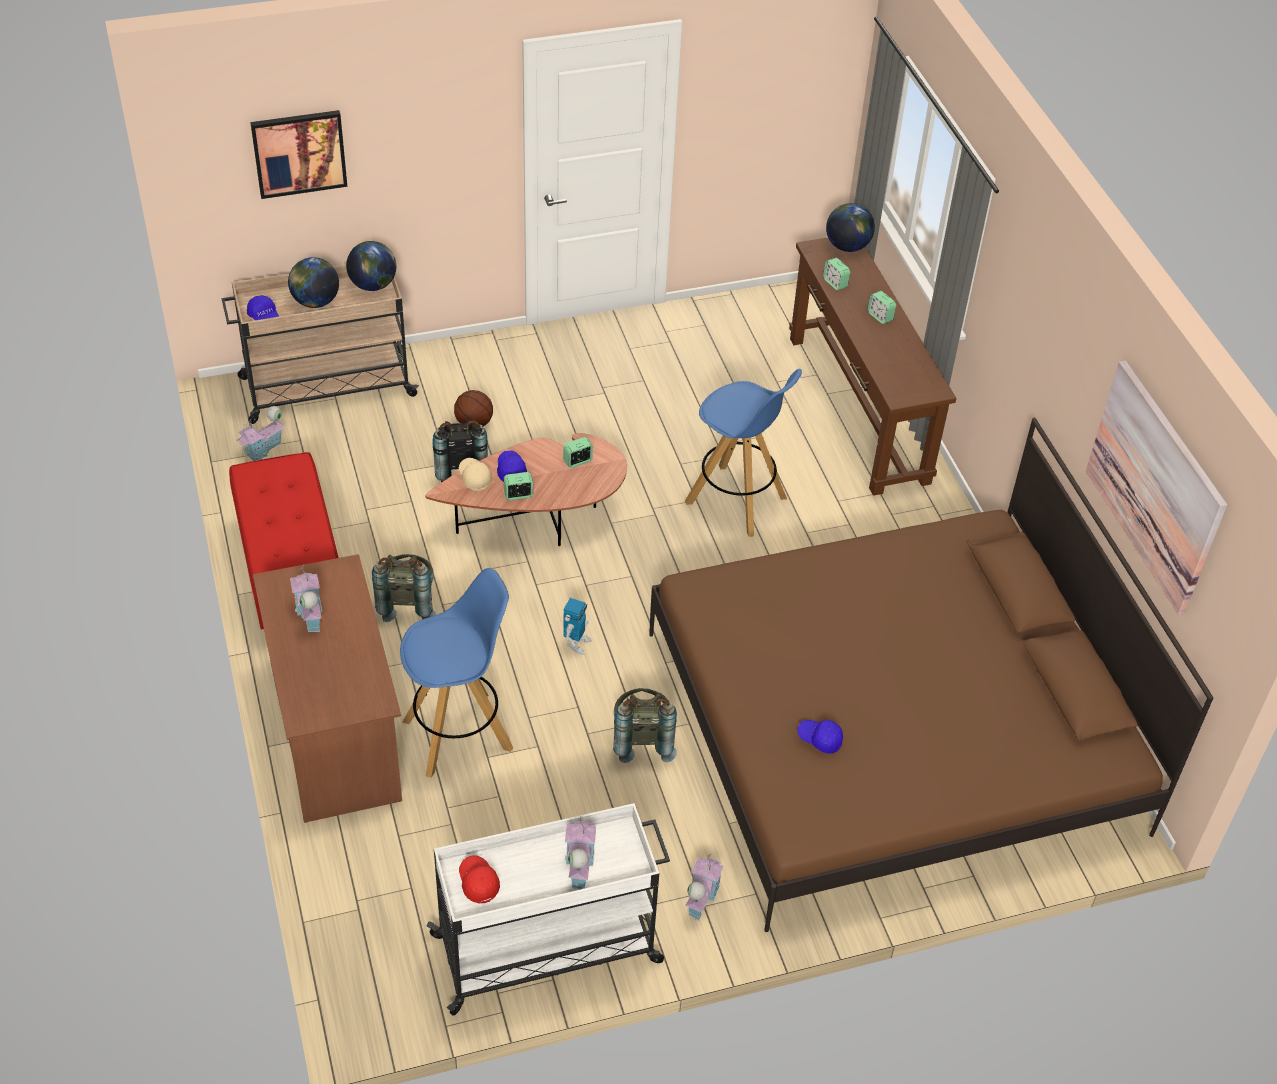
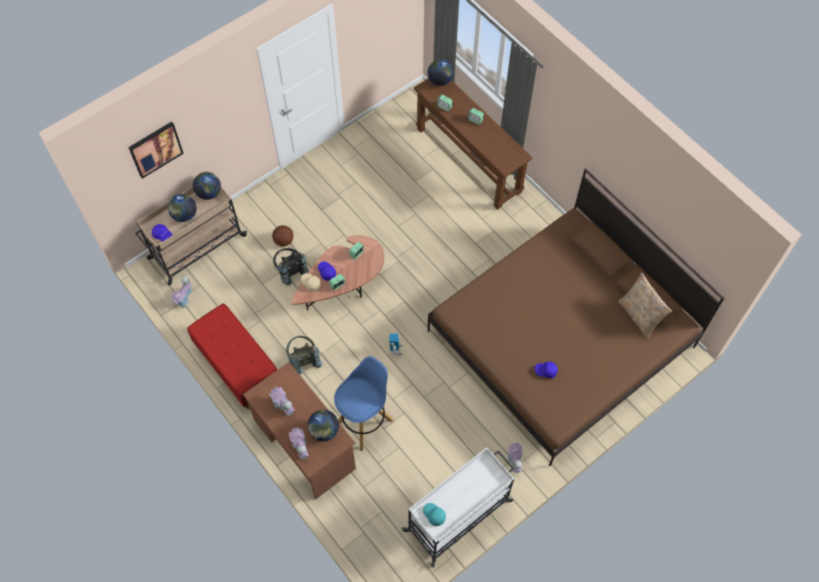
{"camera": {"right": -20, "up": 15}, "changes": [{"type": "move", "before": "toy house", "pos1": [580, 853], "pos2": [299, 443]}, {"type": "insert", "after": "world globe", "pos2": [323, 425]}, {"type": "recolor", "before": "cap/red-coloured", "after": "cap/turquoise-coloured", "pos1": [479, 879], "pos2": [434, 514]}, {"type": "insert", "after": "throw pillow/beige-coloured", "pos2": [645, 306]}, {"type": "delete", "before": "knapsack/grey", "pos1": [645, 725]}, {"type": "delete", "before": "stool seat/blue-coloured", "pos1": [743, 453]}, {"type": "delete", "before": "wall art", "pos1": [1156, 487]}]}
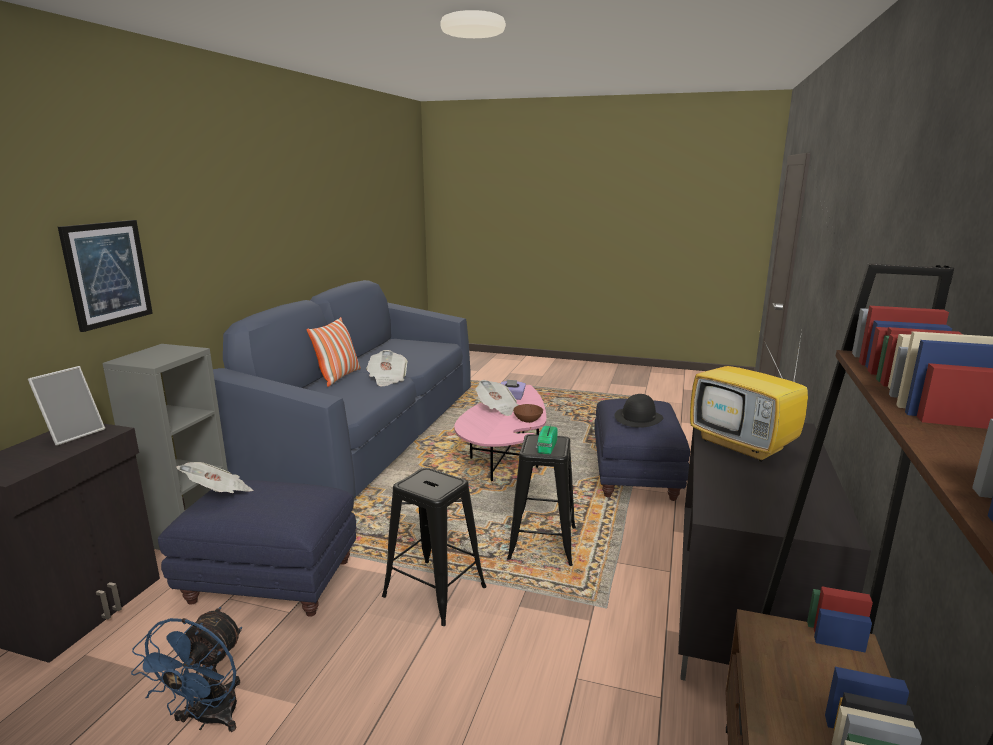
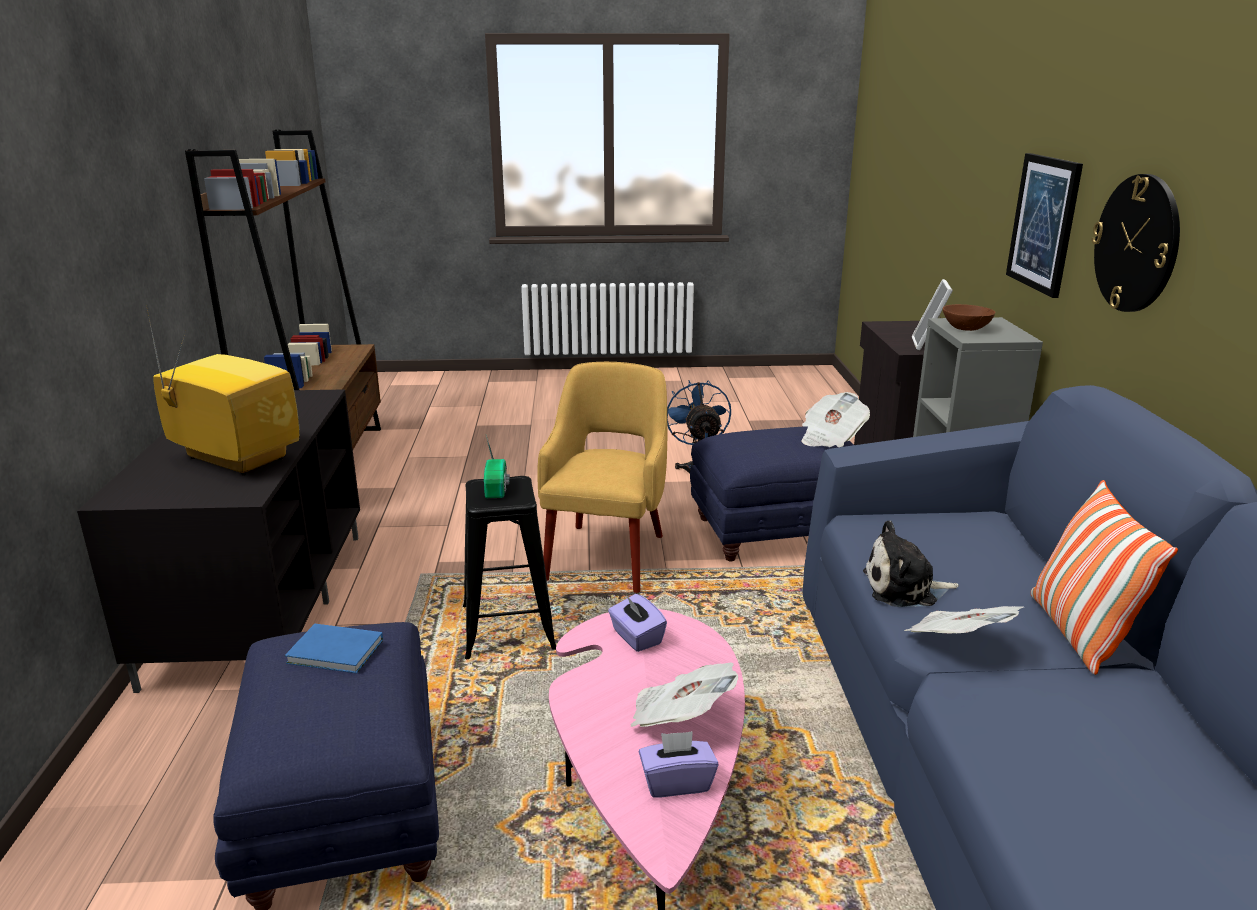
{"camera": {"right": 160, "up": 5}, "changes": [{"type": "replace", "before": "wearable hat/black-coloured", "after": "volume/blue-coloured", "pos1": [639, 411], "pos2": [334, 648]}, {"type": "replace", "before": "stool seat/black-coloured", "after": "armchair/yellowish", "pos1": [434, 547], "pos2": [602, 477]}, {"type": "insert", "after": "box of tissues/purple-coloured", "pos2": [637, 623]}, {"type": "insert", "after": "cuddly toy", "pos2": [911, 563]}, {"type": "move", "before": "bowl/brownish", "pos1": [528, 413], "pos2": [969, 317]}, {"type": "insert", "after": "clock on the wall", "pos2": [1136, 243]}]}
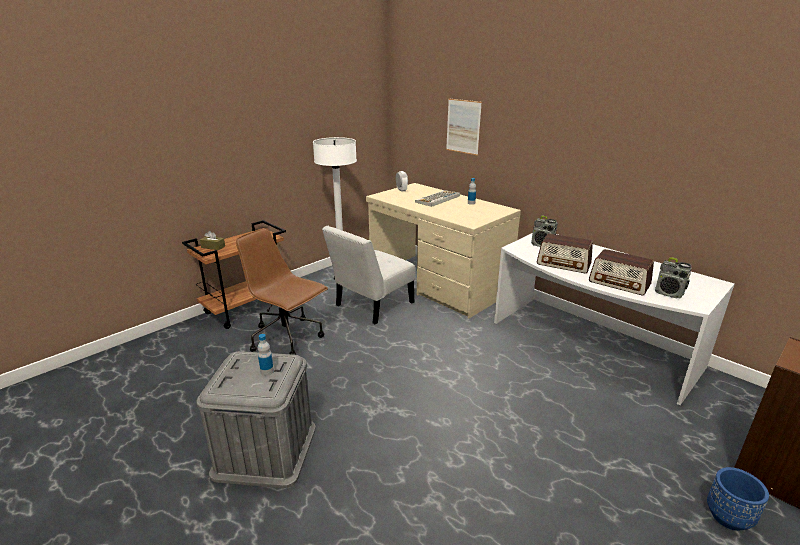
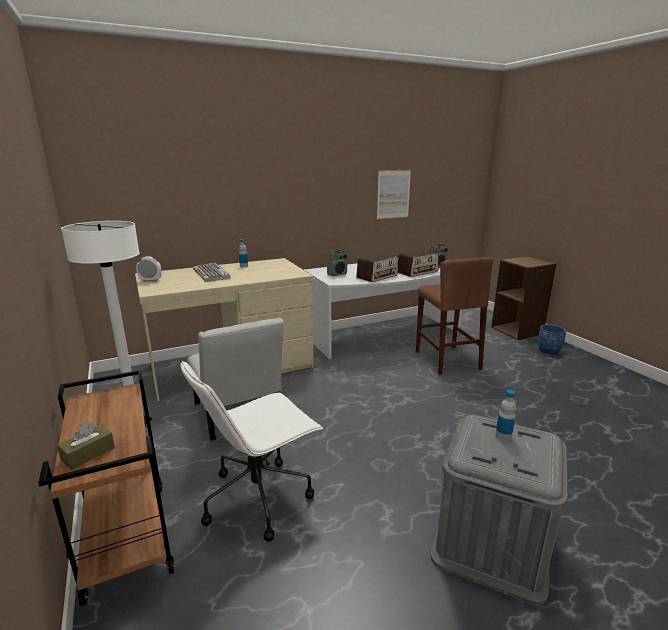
{"camera": {"right": -70, "up": -5}, "changes": [{"type": "recolor", "before": "computer chair/brownish", "after": "computer chair/white-coloured", "pos1": [282, 291], "pos2": [251, 451]}, {"type": "move", "before": "wall art", "pos1": [464, 127], "pos2": [394, 195]}, {"type": "insert", "after": "stool seat/brownish", "pos2": [454, 316]}]}
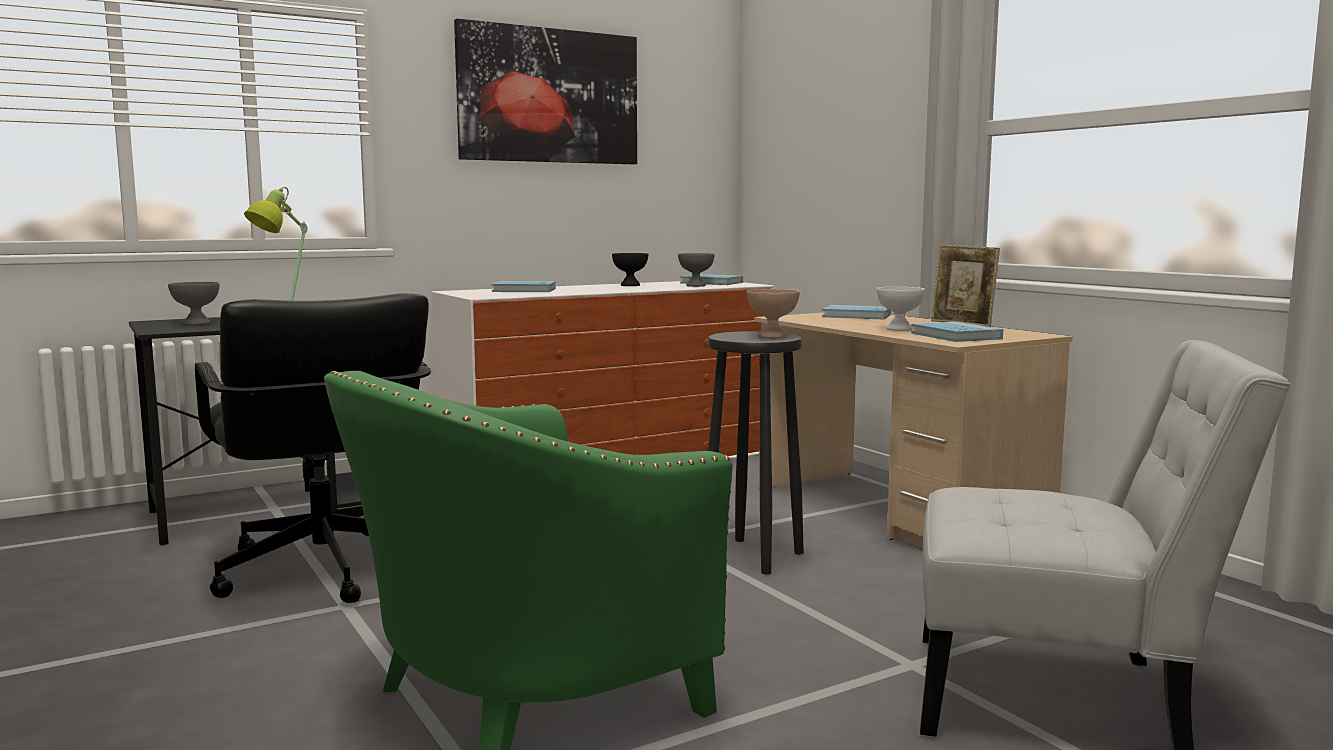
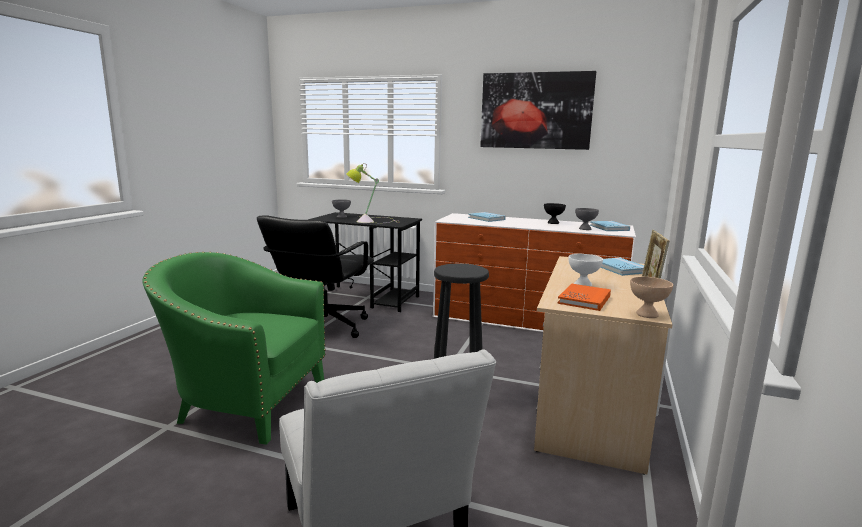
{"camera": {"right": 50, "up": 5}, "changes": [{"type": "recolor", "before": "volume/blue-coloured", "after": "volume/orange-coloured", "pos1": [957, 332], "pos2": [584, 297]}, {"type": "move", "before": "bowl/beige-coloured", "pos1": [773, 313], "pos2": [651, 297]}]}
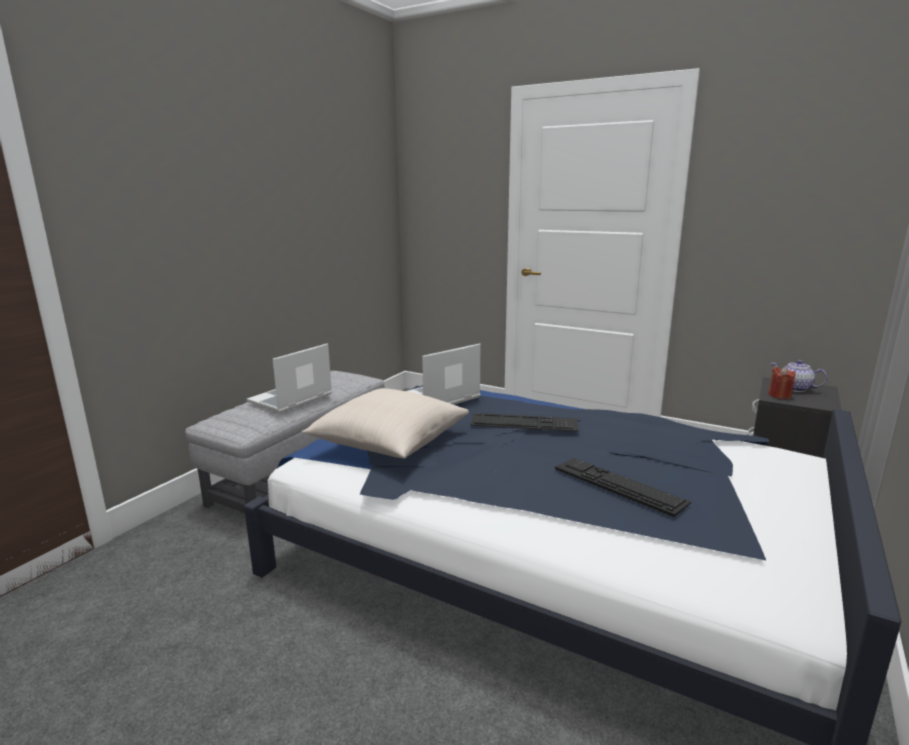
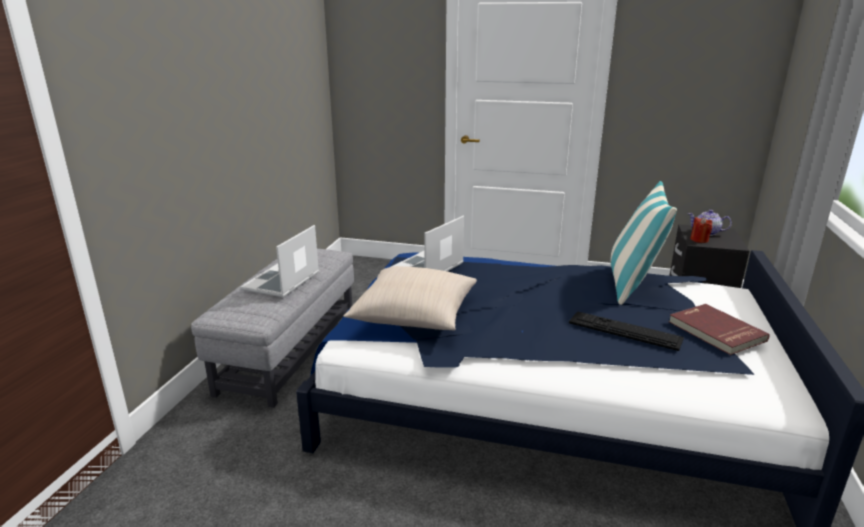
{"camera": {"right": -15, "up": 5}, "changes": [{"type": "insert", "after": "throw pillow", "pos2": [643, 243]}, {"type": "insert", "after": "volume/red-coloured", "pos2": [719, 329]}, {"type": "delete", "before": "computer keyboard", "pos1": [525, 422]}]}
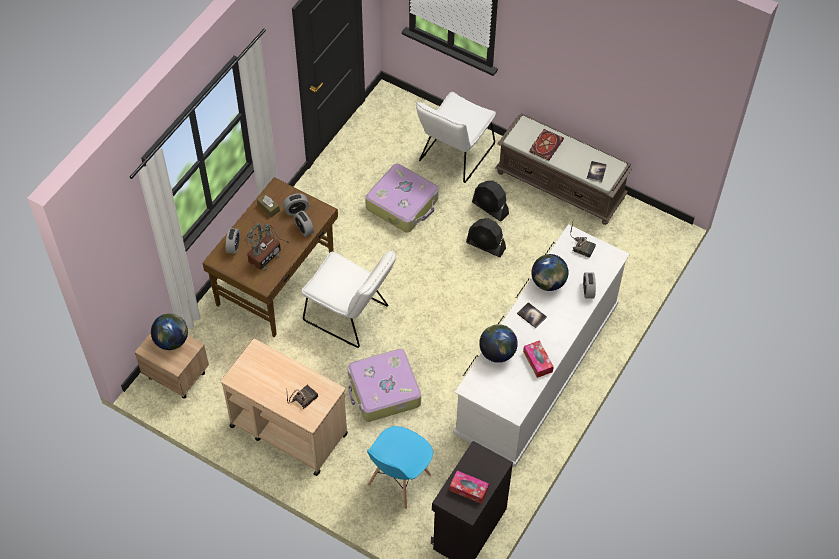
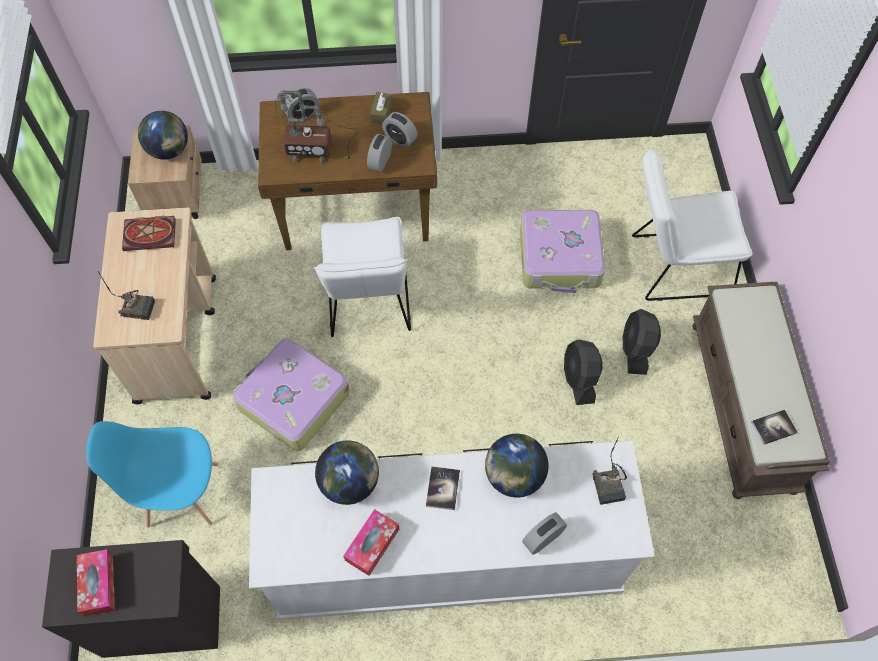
{"camera": {"right": 55, "up": 5}, "changes": [{"type": "move", "before": "volume", "pos1": [547, 144], "pos2": [149, 233]}]}
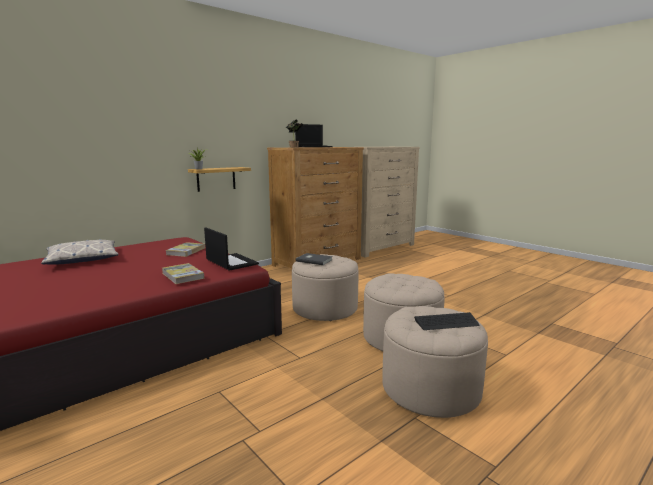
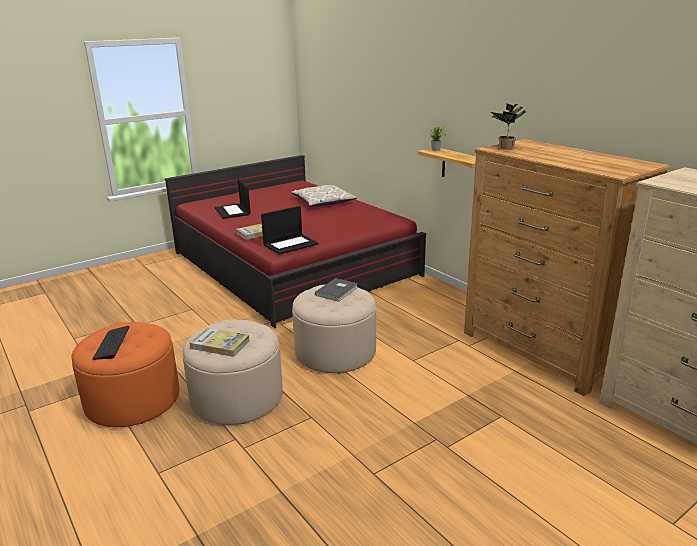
{"camera": {"right": 95, "up": 10}, "changes": [{"type": "recolor", "before": "footrest/beige-coloured", "after": "footrest/orange-coloured", "pos1": [435, 362], "pos2": [125, 374]}, {"type": "move", "before": "volume", "pos1": [185, 249], "pos2": [219, 342]}, {"type": "move", "before": "laptop", "pos1": [314, 135], "pos2": [233, 199]}]}
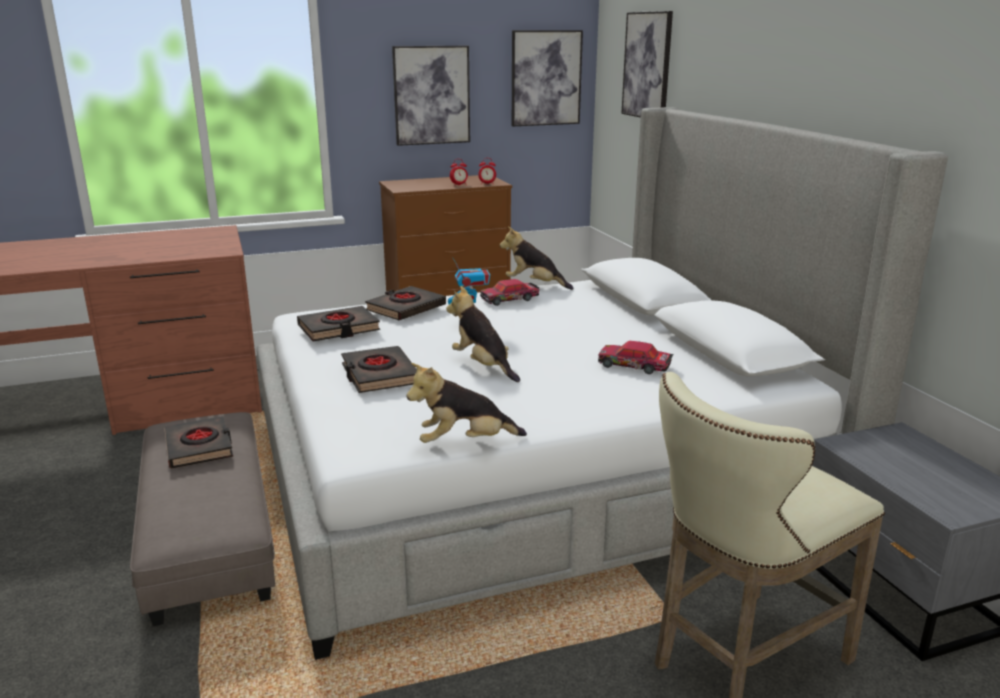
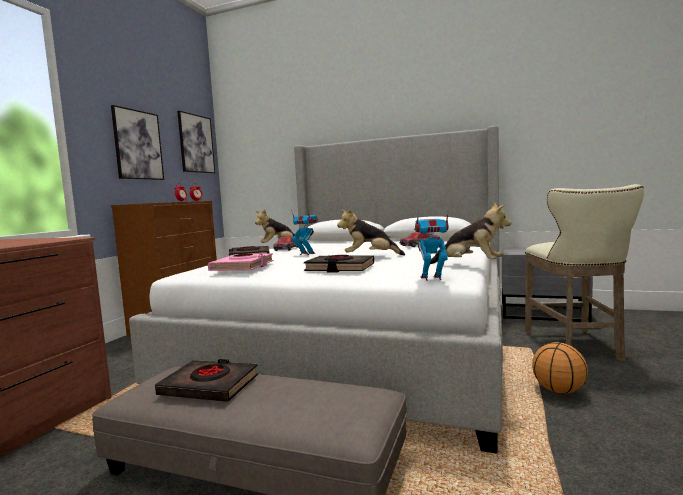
{"camera": {"right": -50, "up": -15}, "changes": [{"type": "recolor", "before": "volume/black-coloured", "after": "volume/pink-coloured", "pos1": [338, 324], "pos2": [241, 262]}, {"type": "insert", "after": "toy robot", "pos2": [431, 244]}, {"type": "rotate", "before": "cuddly toy", "pos1": [466, 403], "pos2": [470, 233], "turn": -90}, {"type": "insert", "after": "ball for basketball", "pos2": [560, 368]}, {"type": "delete", "before": "wall art", "pos1": [647, 64]}]}
